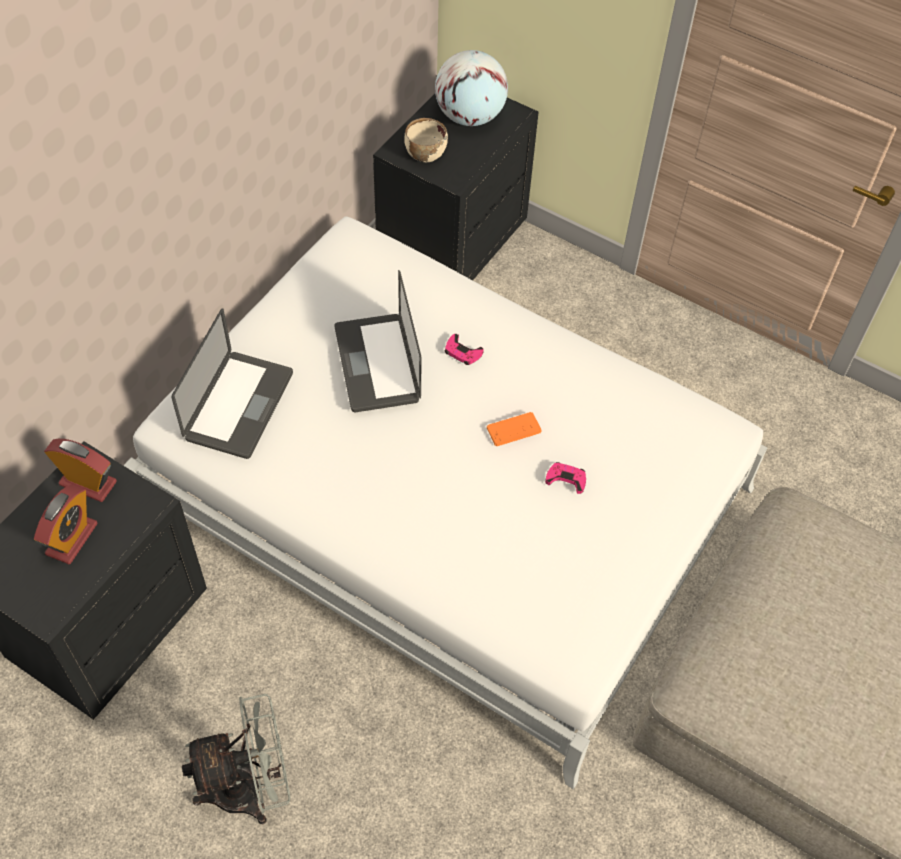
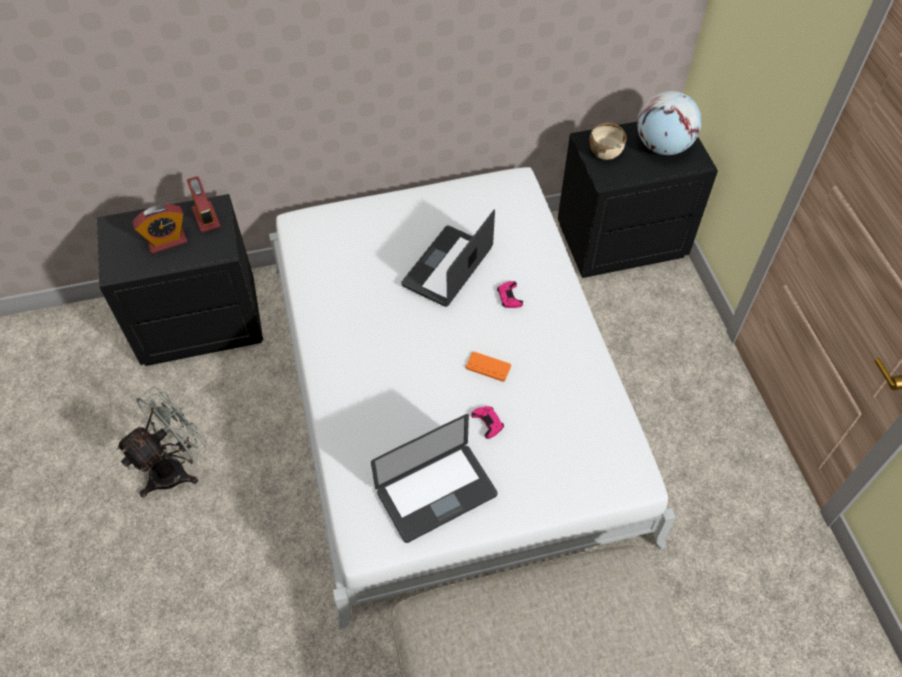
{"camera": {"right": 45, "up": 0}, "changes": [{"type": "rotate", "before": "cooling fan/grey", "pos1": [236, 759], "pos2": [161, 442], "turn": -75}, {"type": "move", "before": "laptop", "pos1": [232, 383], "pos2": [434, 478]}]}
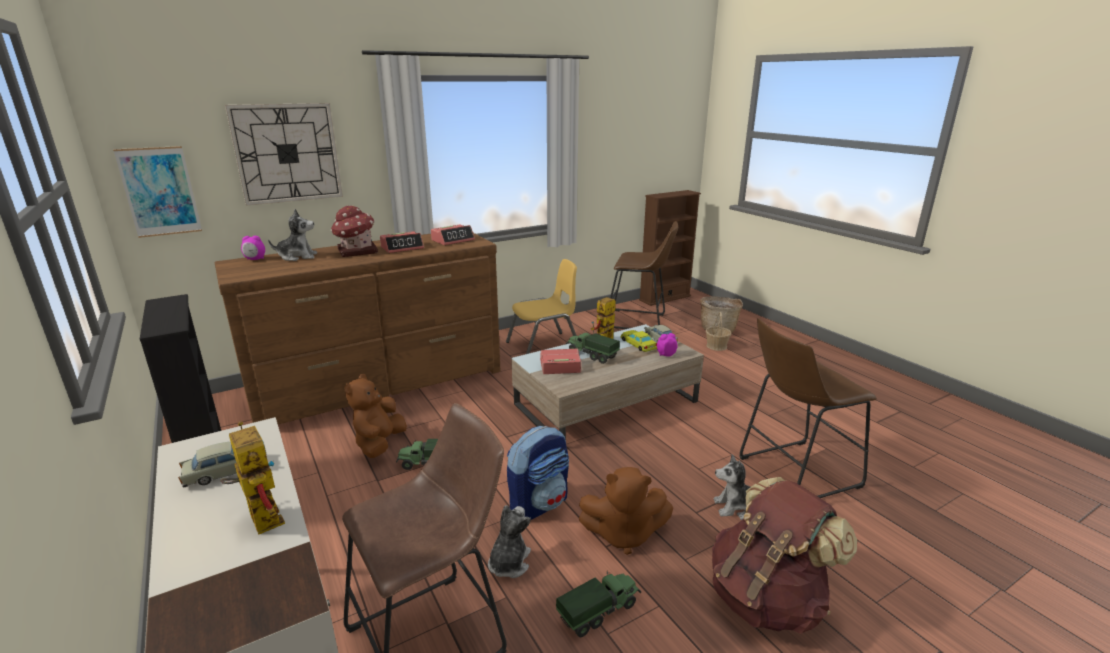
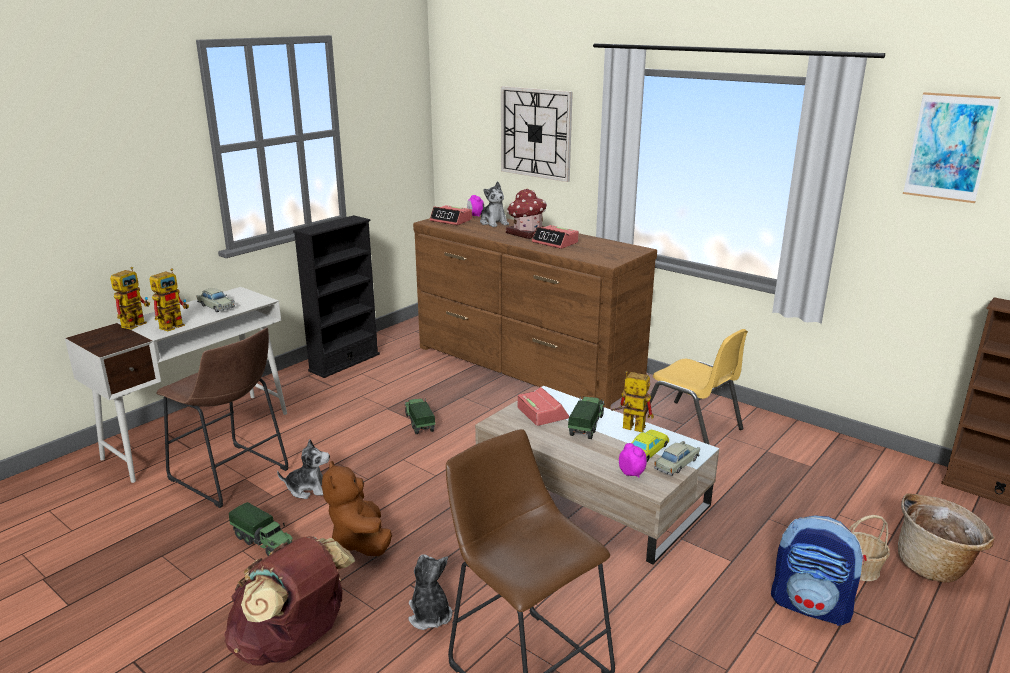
{"camera": {"right": 70, "up": 0}, "changes": [{"type": "insert", "after": "toy robot", "pos2": [130, 298]}, {"type": "move", "before": "table clock", "pos1": [453, 234], "pos2": [451, 215]}, {"type": "move", "before": "knapsack", "pos1": [538, 473], "pos2": [819, 570]}, {"type": "move", "before": "wall art", "pos1": [157, 192], "pos2": [951, 147]}, {"type": "delete", "before": "cuddly toy/brownish", "pos1": [376, 416]}, {"type": "delete", "before": "stool seat/brownish", "pos1": [644, 275]}]}
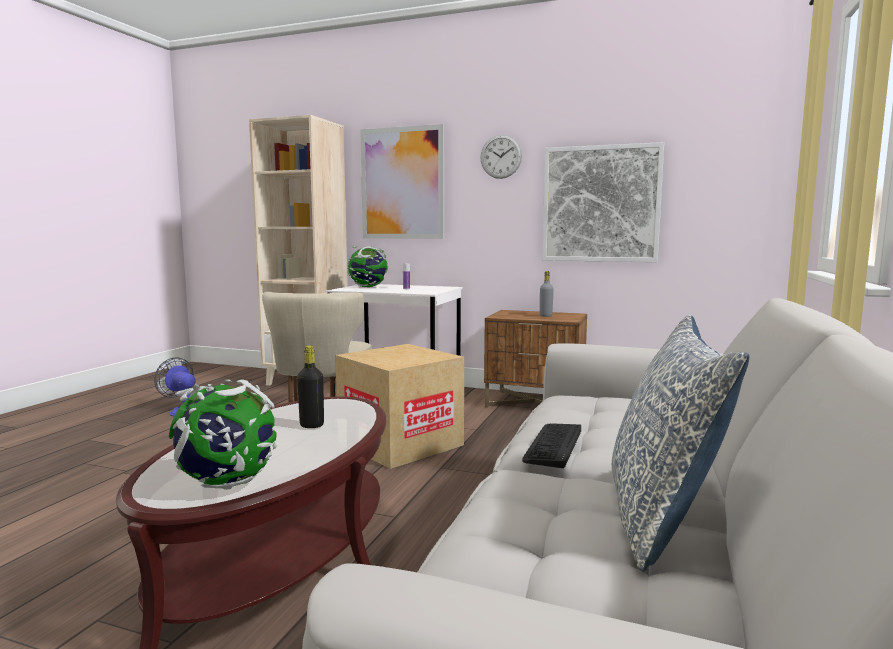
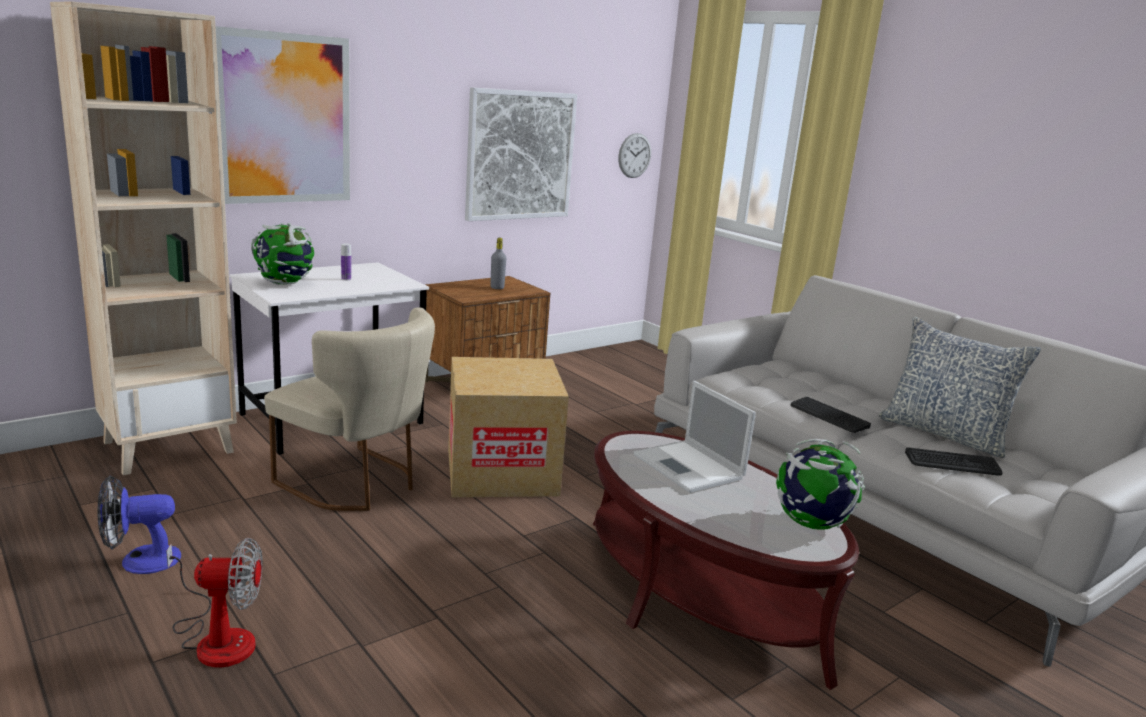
{"camera": {"right": -60, "up": 10}, "changes": [{"type": "insert", "after": "cooling fan", "pos2": [214, 603]}, {"type": "move", "before": "clock on the wall", "pos1": [501, 157], "pos2": [634, 155]}, {"type": "replace", "before": "bottle/black-coloured", "after": "laptop", "pos1": [310, 386], "pos2": [695, 437]}, {"type": "insert", "after": "computer keyboard", "pos2": [953, 461]}]}
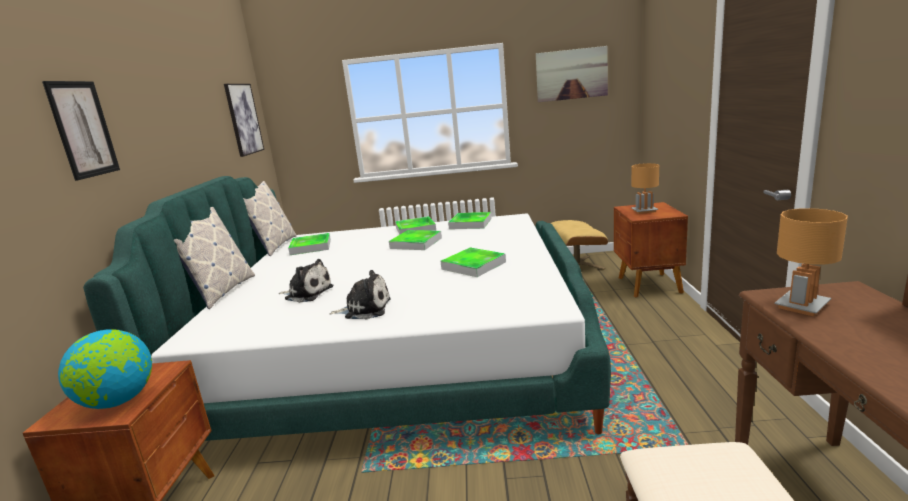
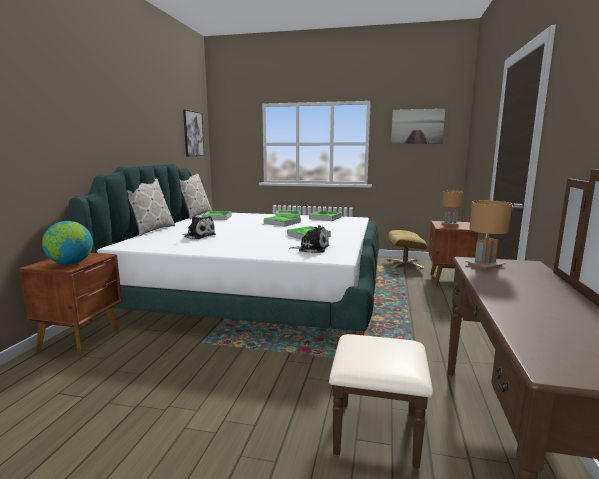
{"camera": {"right": 10, "up": -5}, "changes": [{"type": "move", "before": "cuddly toy", "pos1": [360, 294], "pos2": [309, 239]}, {"type": "delete", "before": "wall art", "pos1": [81, 131]}]}
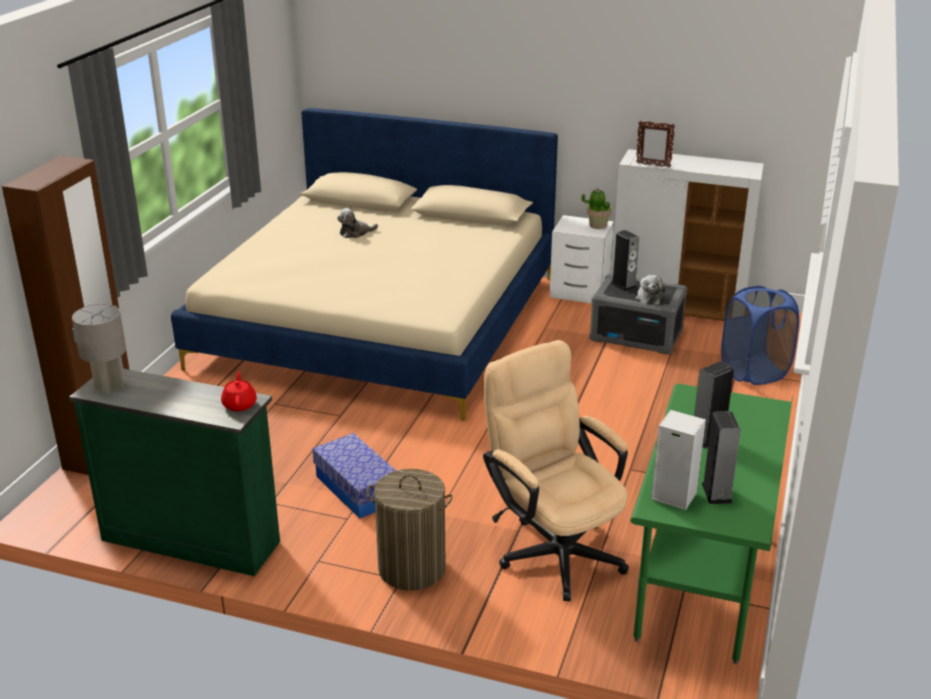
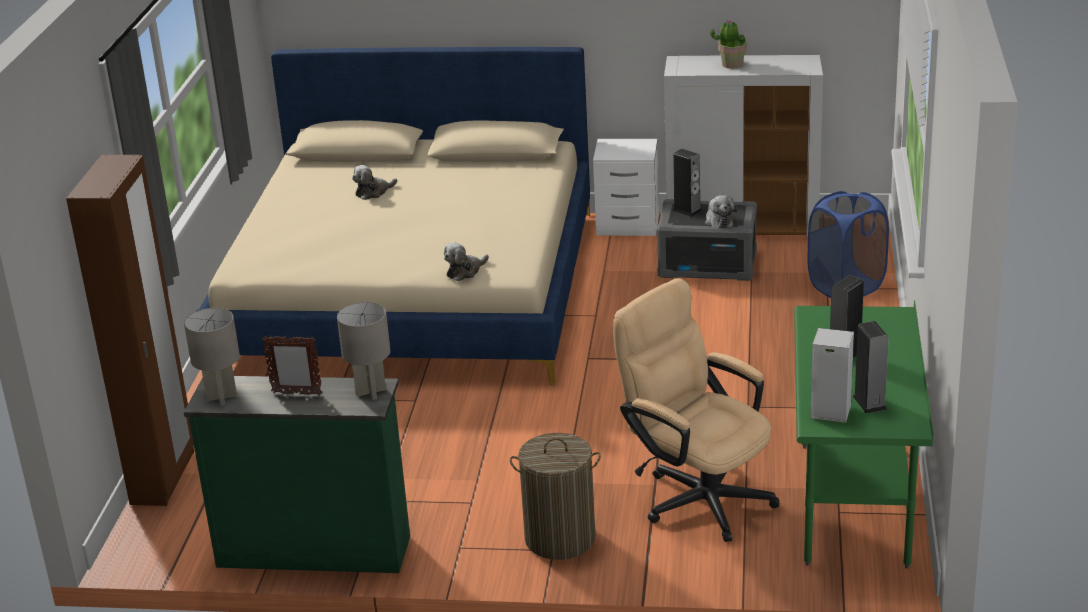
{"camera": {"right": -10, "up": 0}, "changes": [{"type": "move", "before": "picture frame", "pos1": [655, 144], "pos2": [292, 365]}, {"type": "replace", "before": "tea pot/red-coloured", "after": "tabletop lamp/grey", "pos1": [239, 391], "pos2": [363, 351]}, {"type": "insert", "after": "cuddly toy", "pos2": [466, 262]}, {"type": "move", "before": "potted plant", "pos1": [596, 208], "pos2": [728, 44]}, {"type": "delete", "before": "storage box", "pos1": [354, 476]}]}
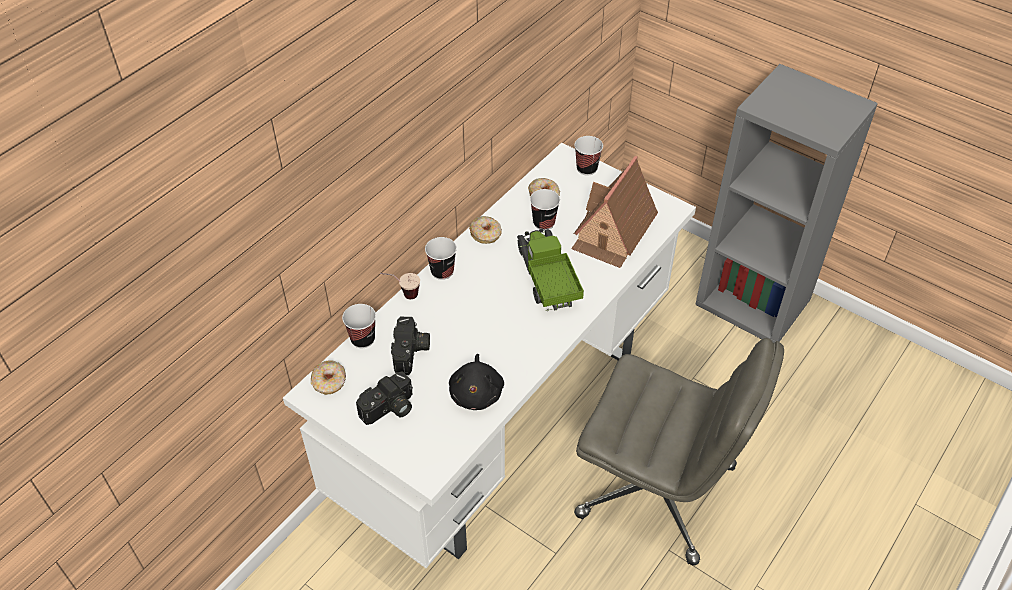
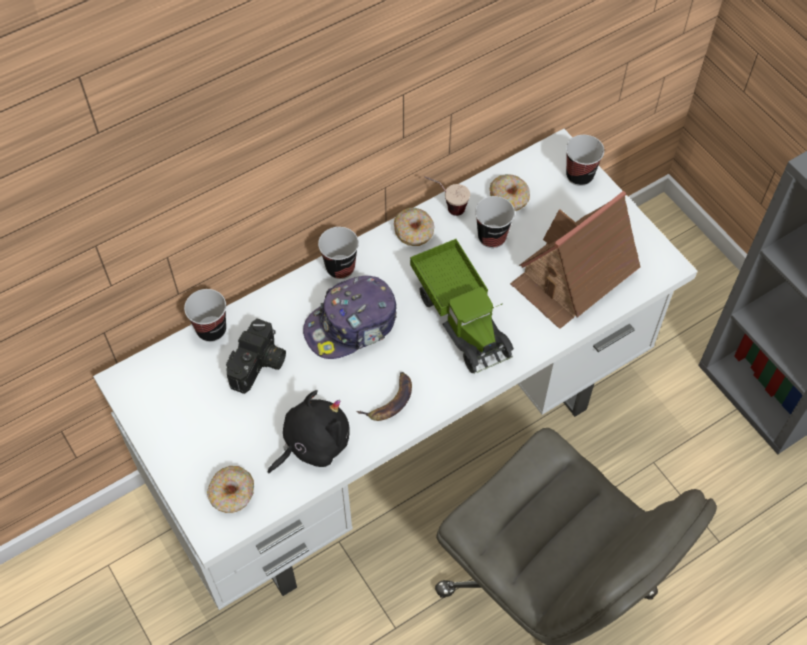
{"camera": {"right": 20, "up": 10}, "changes": [{"type": "move", "before": "donut", "pos1": [328, 378], "pos2": [230, 489]}, {"type": "rotate", "before": "cuddly toy/black-coloured", "pos1": [476, 382], "pos2": [308, 432], "turn": -150}, {"type": "insert", "after": "cap", "pos2": [350, 317]}, {"type": "insert", "after": "banana", "pos2": [384, 396]}, {"type": "rotate", "before": "model truck", "pos1": [550, 269], "pos2": [462, 306], "turn": 150}, {"type": "move", "before": "cup", "pos1": [400, 286], "pos2": [447, 196]}, {"type": "delete", "before": "still camera", "pos1": [384, 398]}]}
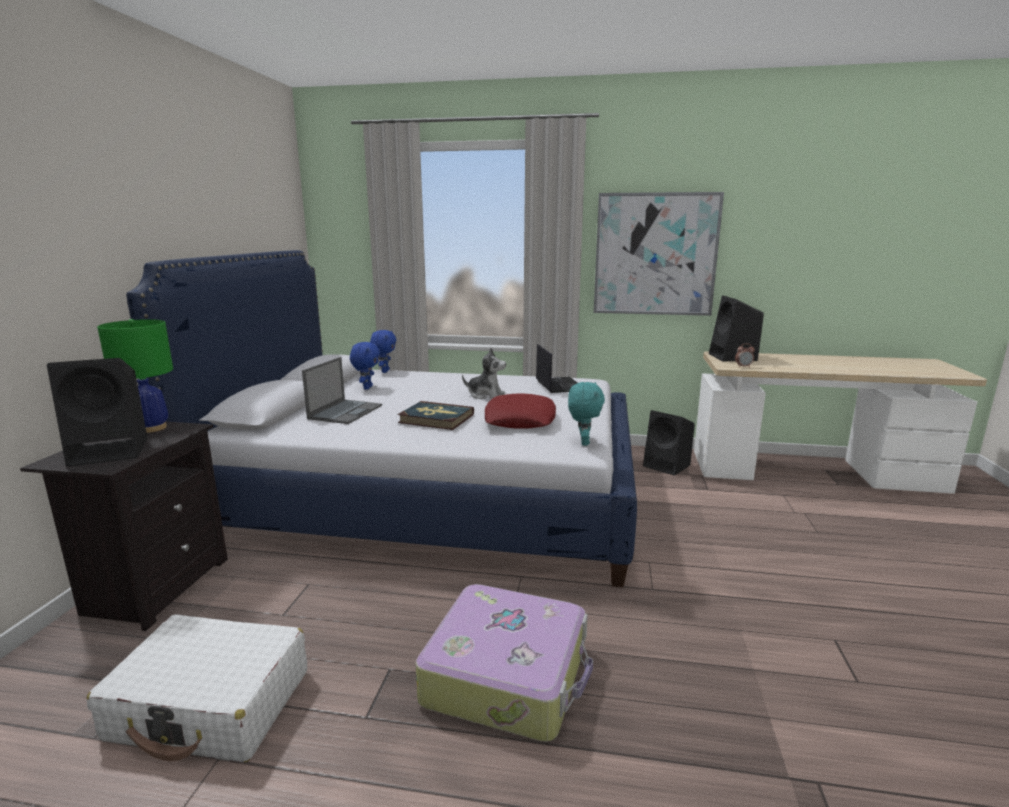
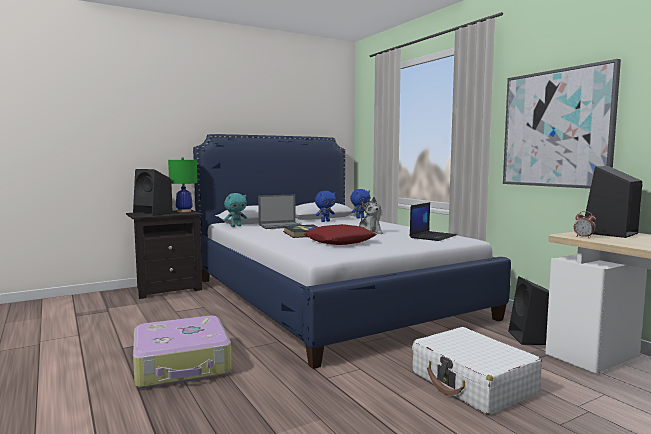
{"camera": {"right": 50, "up": -10}, "changes": [{"type": "move", "before": "cuddly toy/turquoise-coloured", "pos1": [586, 414], "pos2": [235, 210]}, {"type": "move", "before": "travel case/white-coloured", "pos1": [197, 688], "pos2": [477, 371]}]}
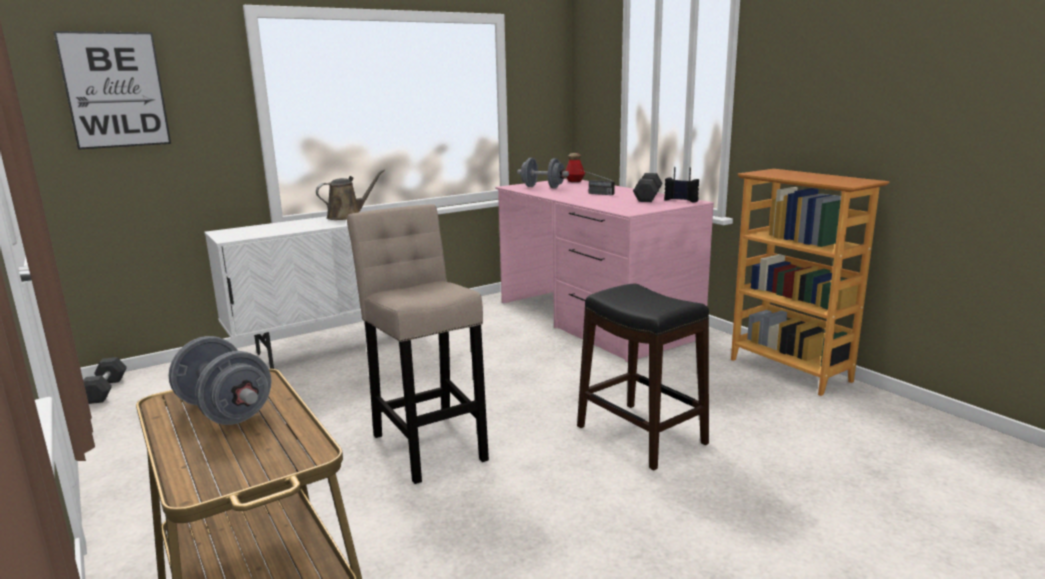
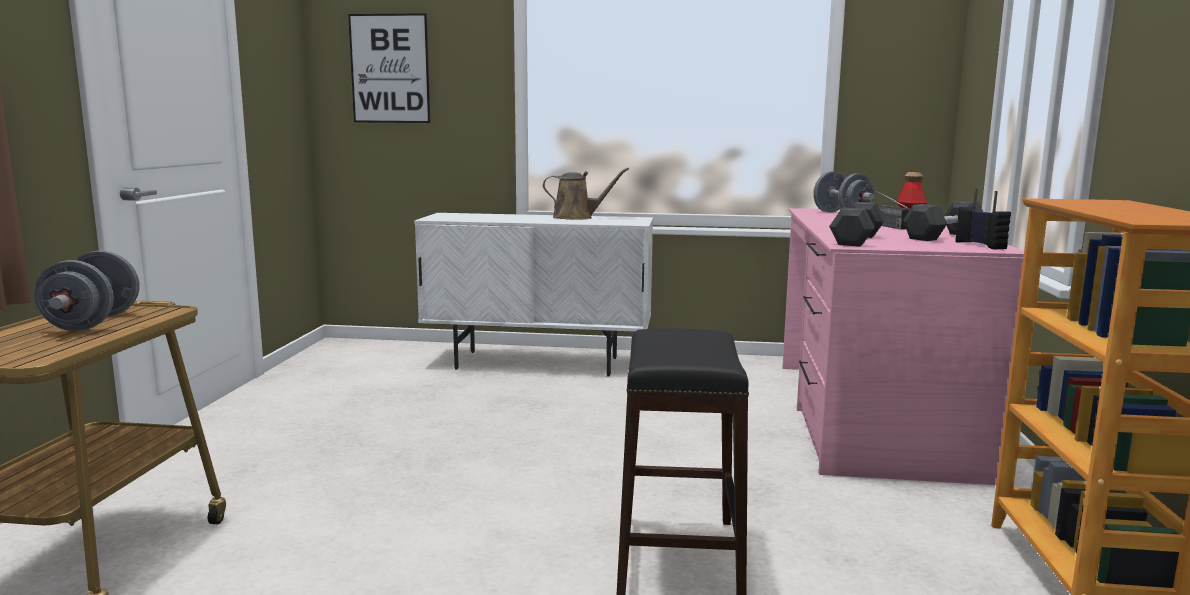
{"camera": {"right": 40, "up": -5}, "changes": [{"type": "move", "before": "dumbbell/grey", "pos1": [105, 380], "pos2": [857, 224]}, {"type": "delete", "before": "stool seat/beige-coloured", "pos1": [418, 344]}]}
